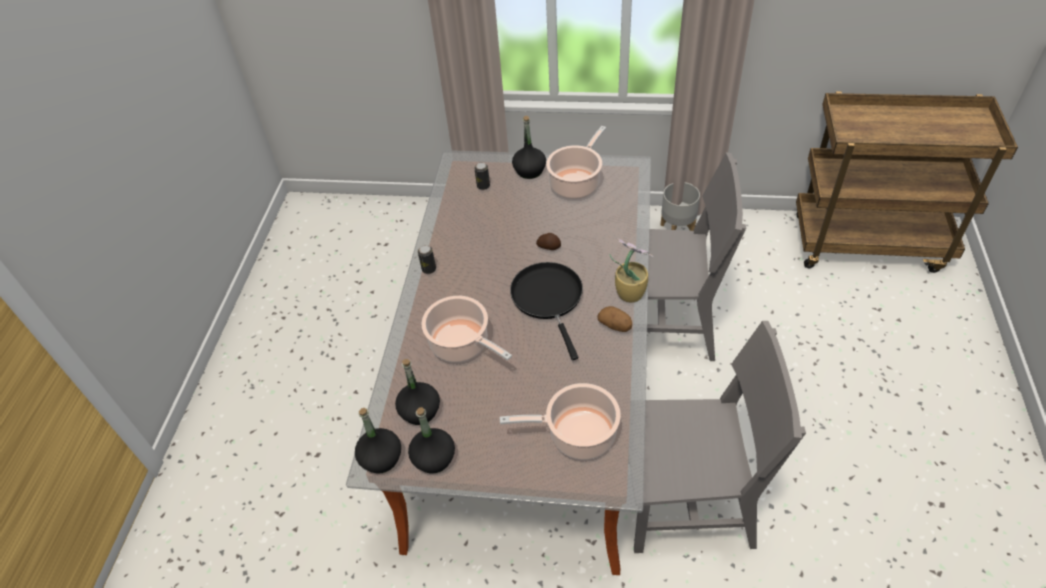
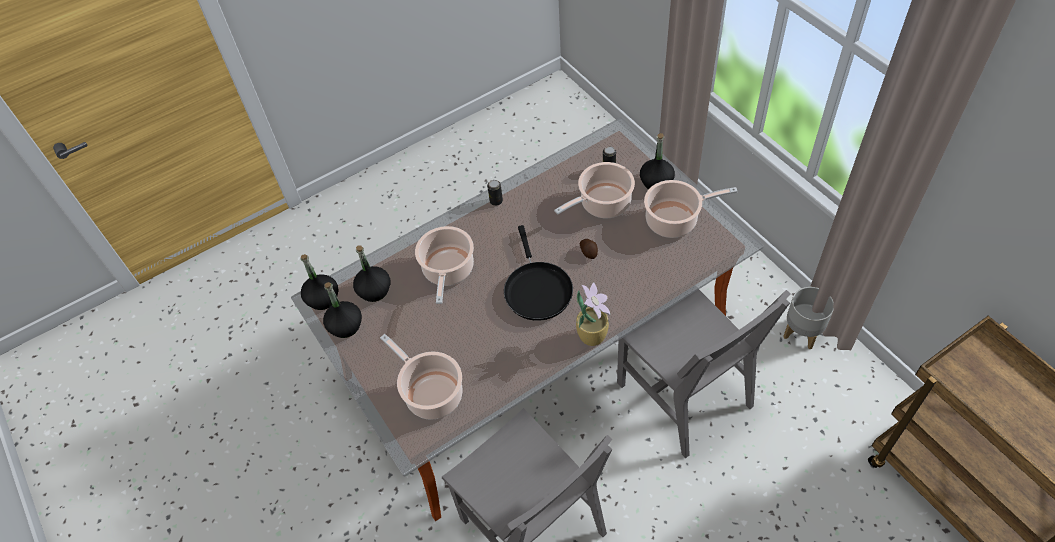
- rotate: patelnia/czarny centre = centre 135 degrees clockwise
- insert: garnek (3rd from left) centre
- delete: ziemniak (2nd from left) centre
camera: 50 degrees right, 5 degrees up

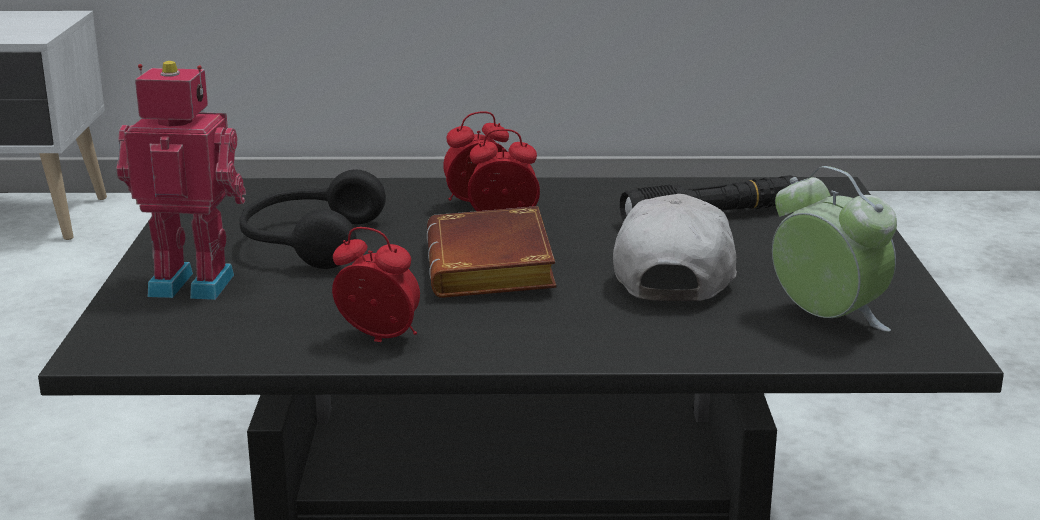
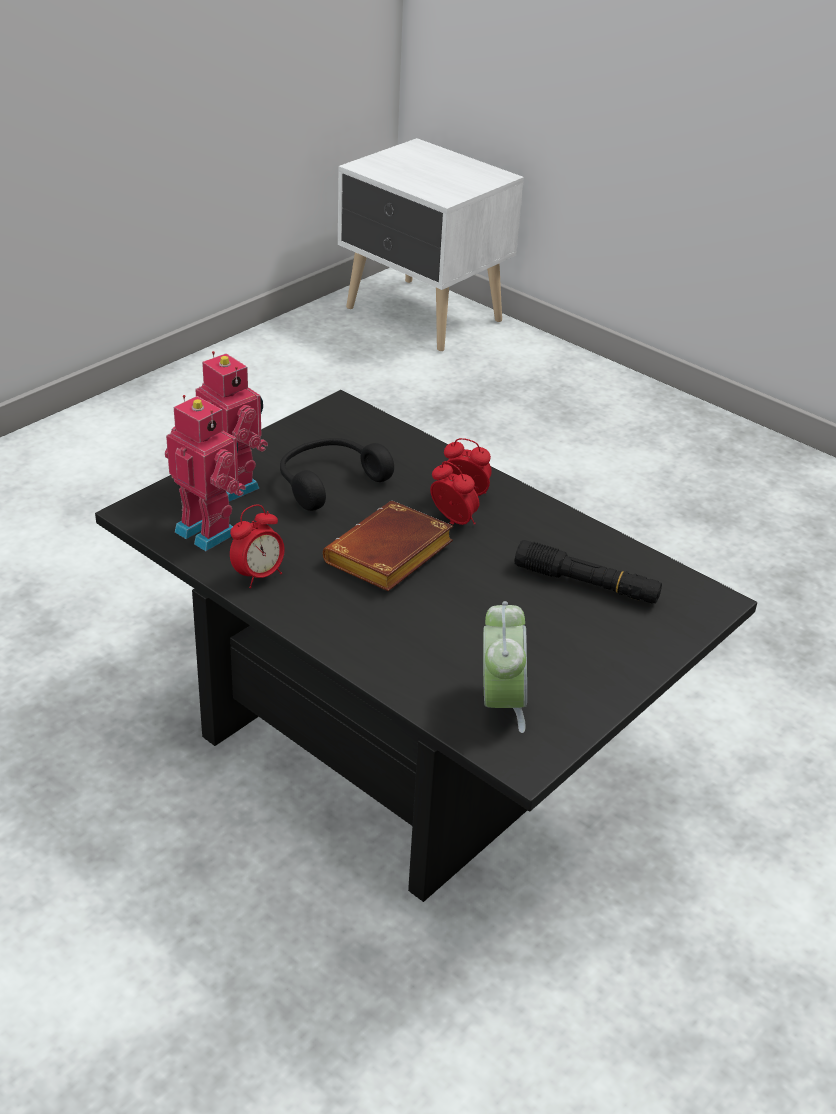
- insert: robot zabawkowy (1st from left) middle left
- rotate: budzik (1st from left) centre = middle left 75 degrees clockwise
- delete: czapka z daszkiem/biały centre
camera: 40 degrees right, 15 degrees up

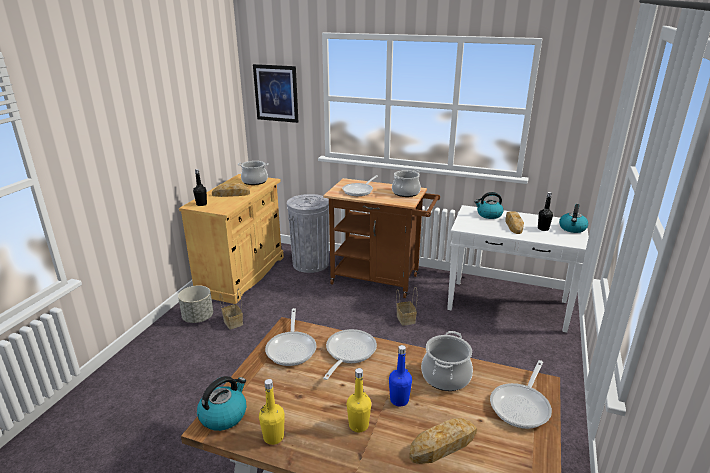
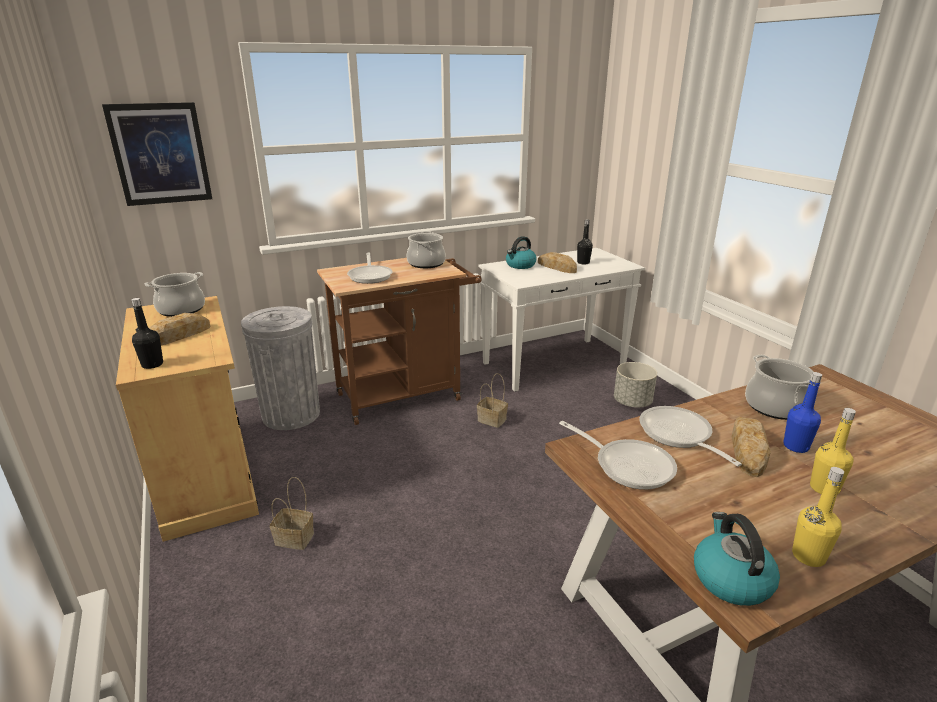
- move: donica/szary middle left to middle right
- move: chleb (2nd from left in the first image) bottom centre to chleb (3rd from left) middle right
- delete: patelnia (4th from left) bottom right
- delete: czajnik (3rd from left) middle right
camera: 45 degrees left, 0 degrees up

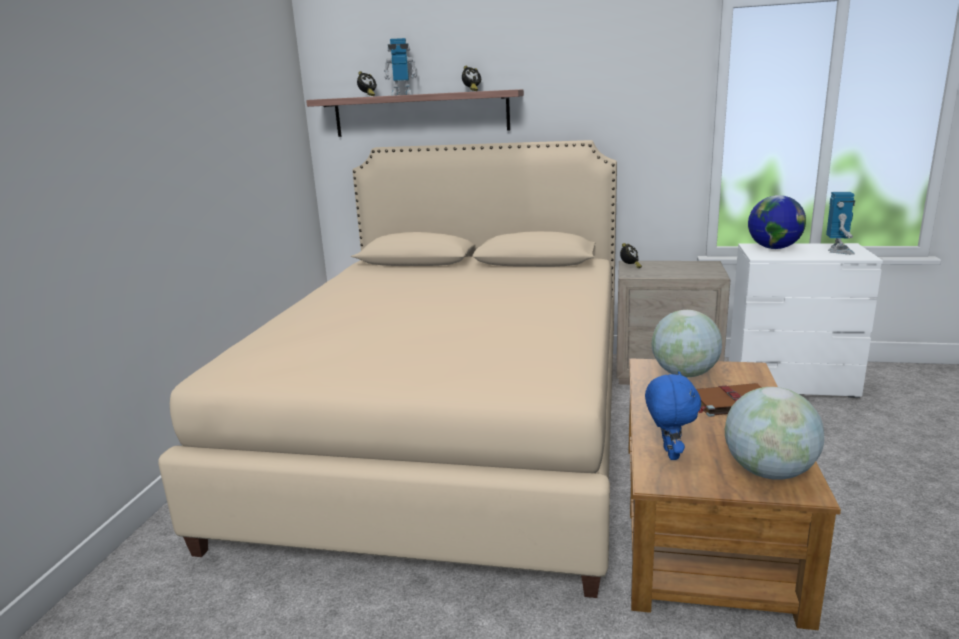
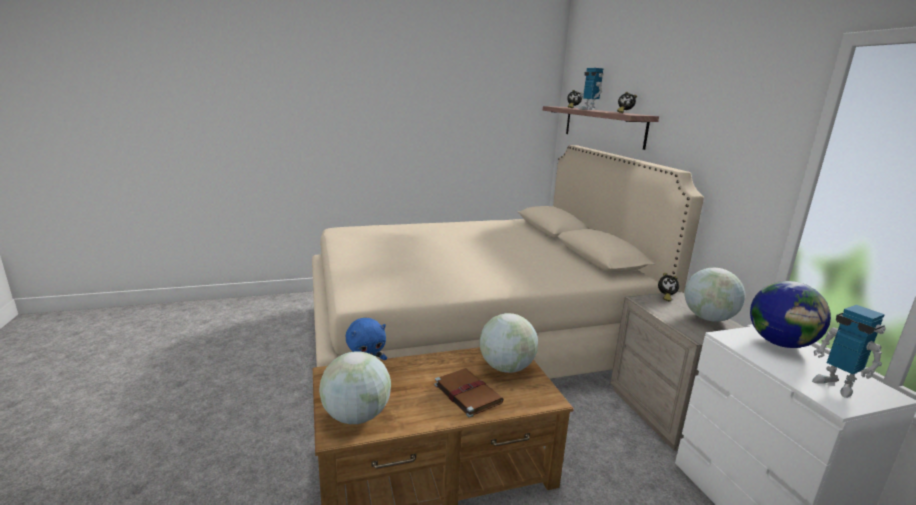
- insert: globus (3rd from left) middle right
- rotate: robot zabawkowy (2nd from left) middle right = bottom right 75 degrees clockwise
camera: 60 degrees right, 0 degrees up

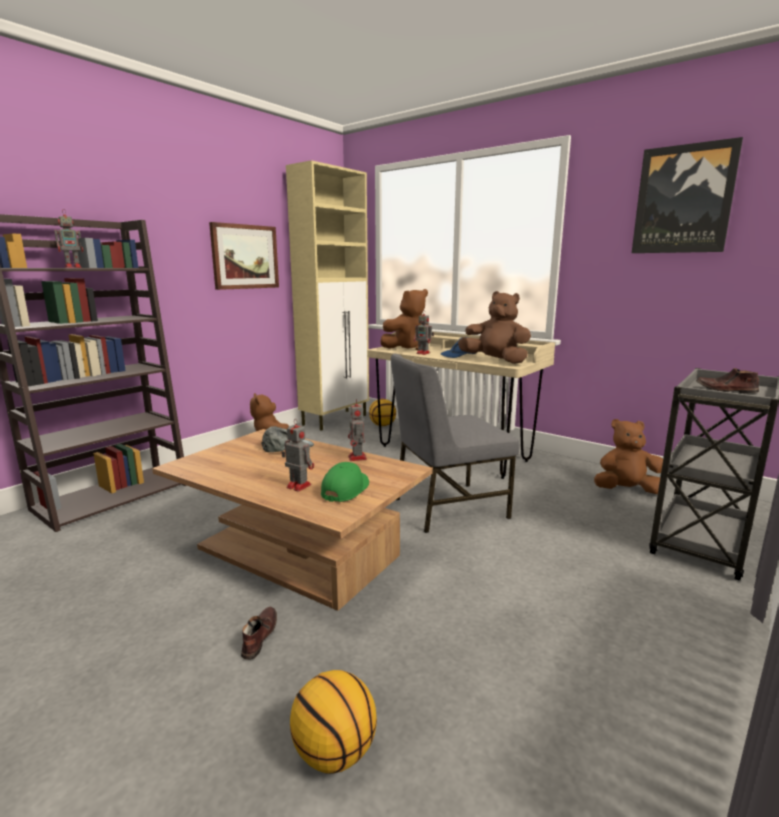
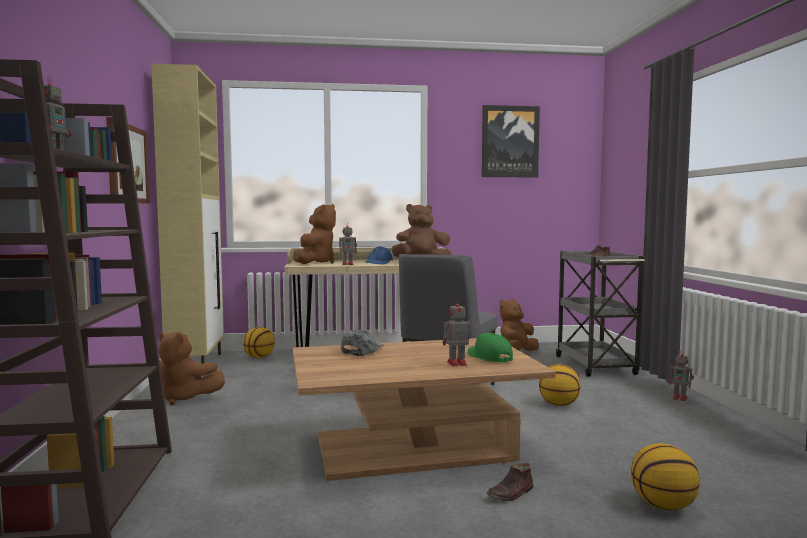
- rotate: but/brązowy (1st from left) bottom left = bottom centre 90 degrees counterclockwise
- insert: piłka do koszykówki (2nd from left) bottom right
- move: robot zabawkowy (3rd from left in the first image) centre to robot zabawkowy (4th from left) bottom right
camera: 45 degrees left, 10 degrees down

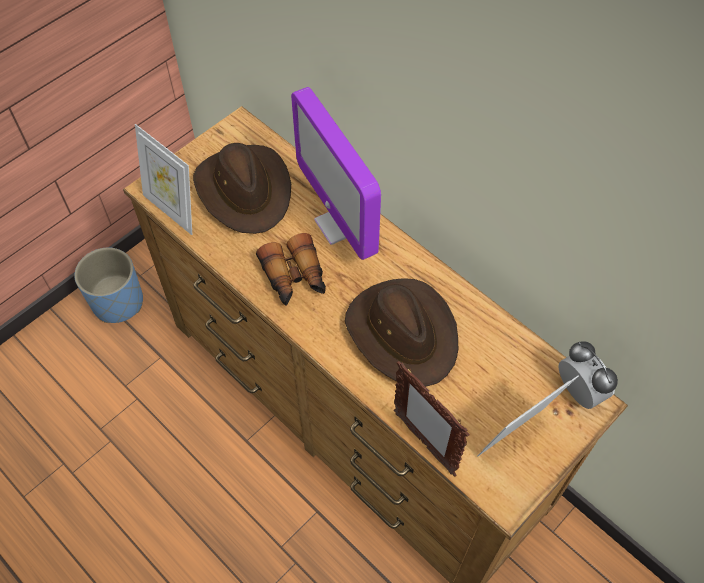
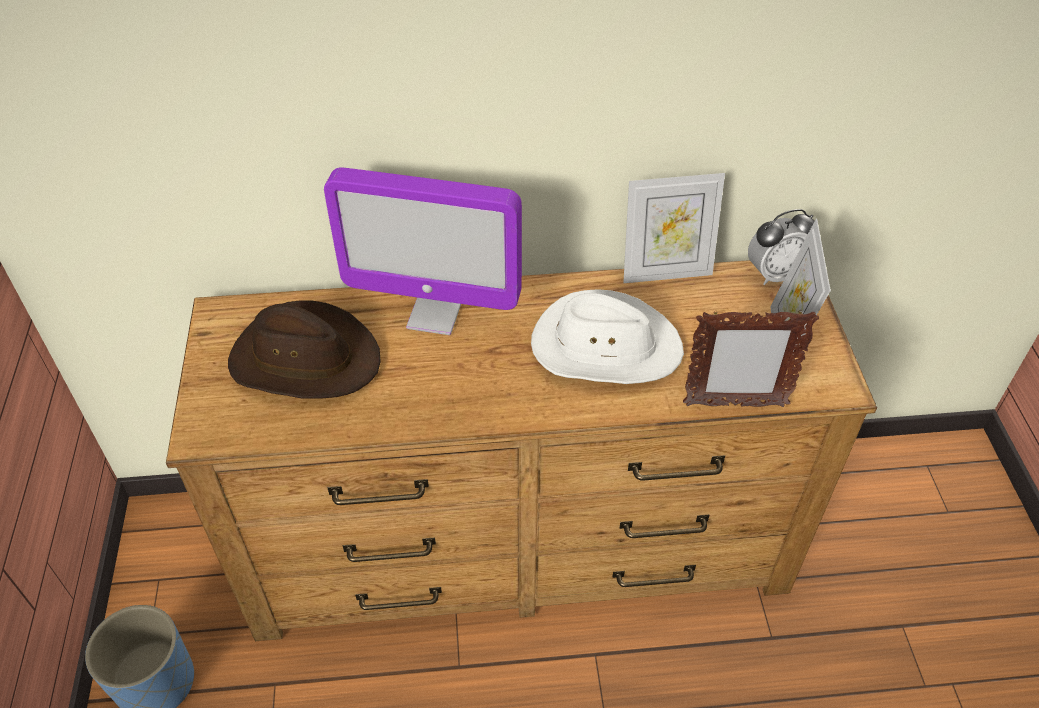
- recolor: kapelusz/brązowy (2nd from left) centre to kapelusz/biały centre
- move: ramka na zdjęcie (1st from left) top left to top centre
- rotate: budzik middle right = middle right 150 degrees clockwise
- delete: lornetka centre
camera: 50 degrees left, 10 degrees down

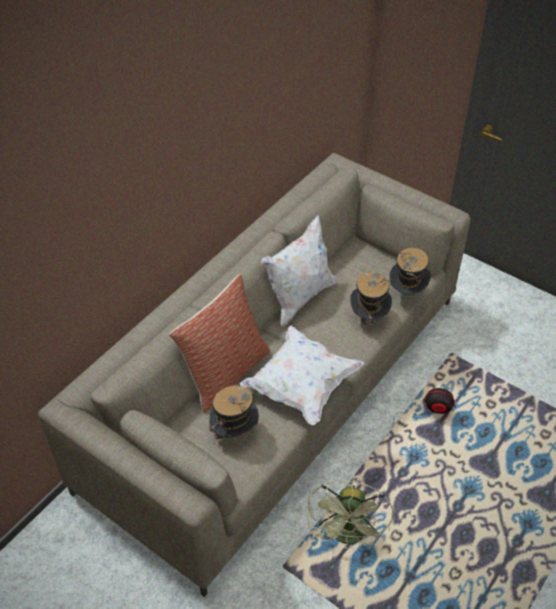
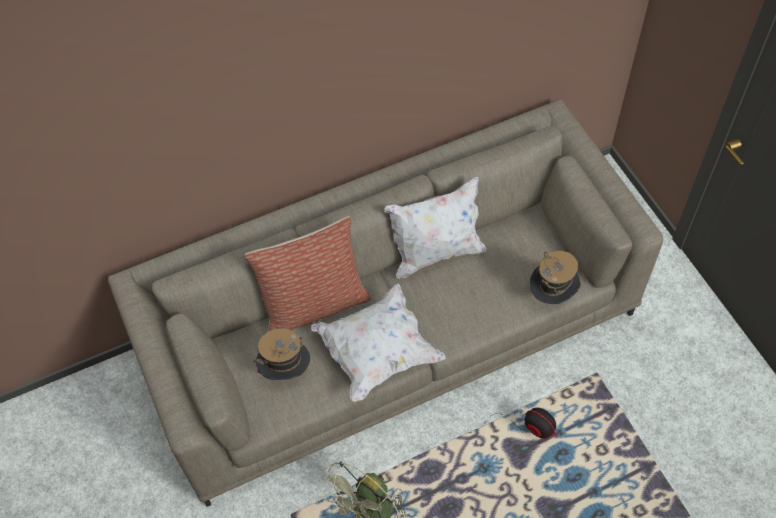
- delete: kapelusz (2nd from left) middle right
camera: 30 degrees right, 10 degrees up

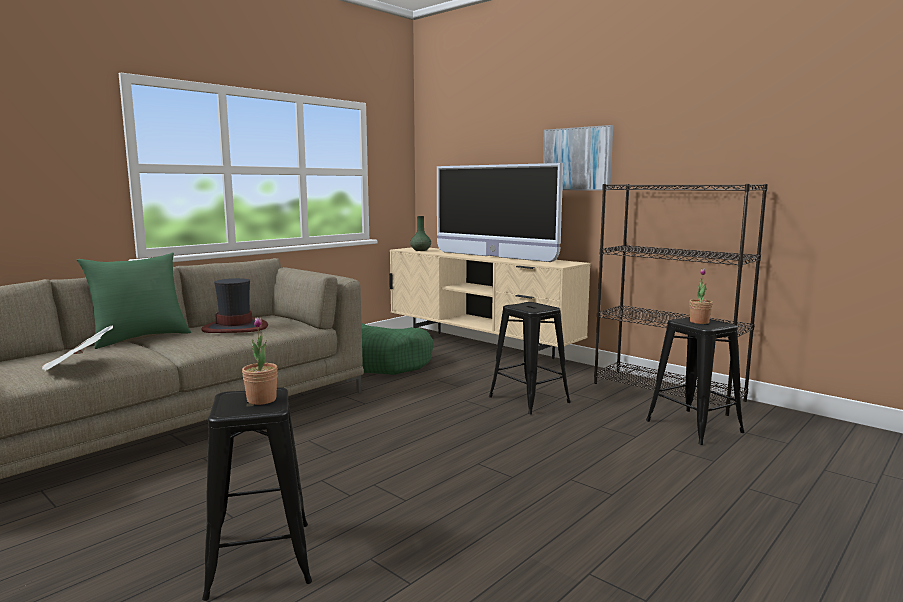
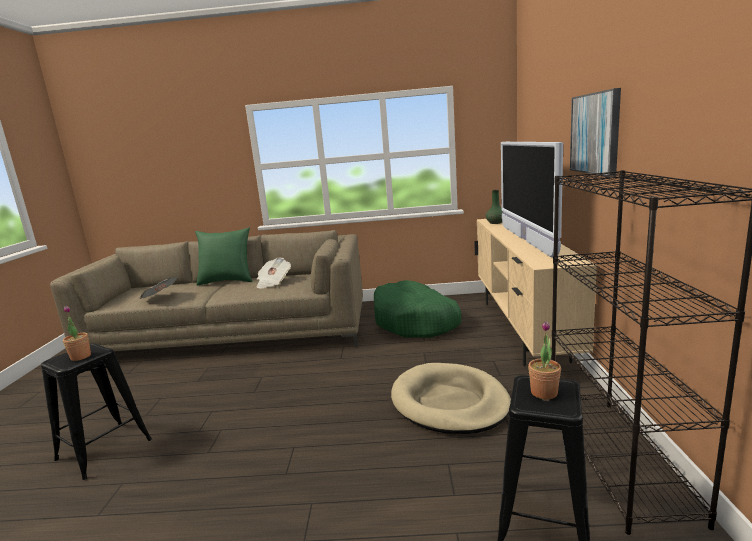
- replace: kapelusz middle left to gazeta (2nd from left) centre
- replace: stołek/czarny (2nd from left) centre to legowisko/beżowy bottom centre
camera: 50 degrees right, 5 degrees up

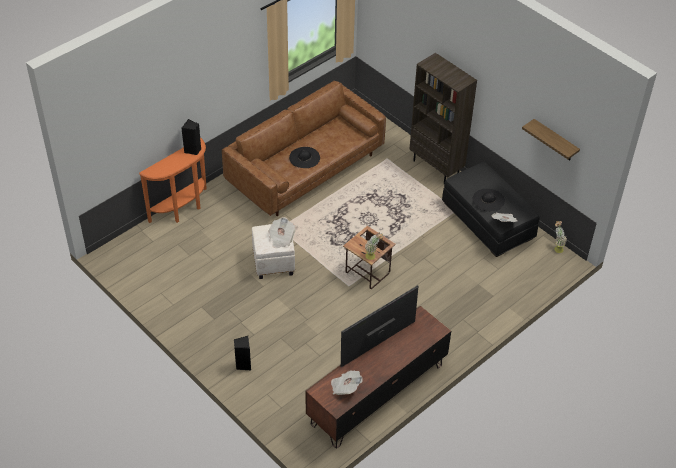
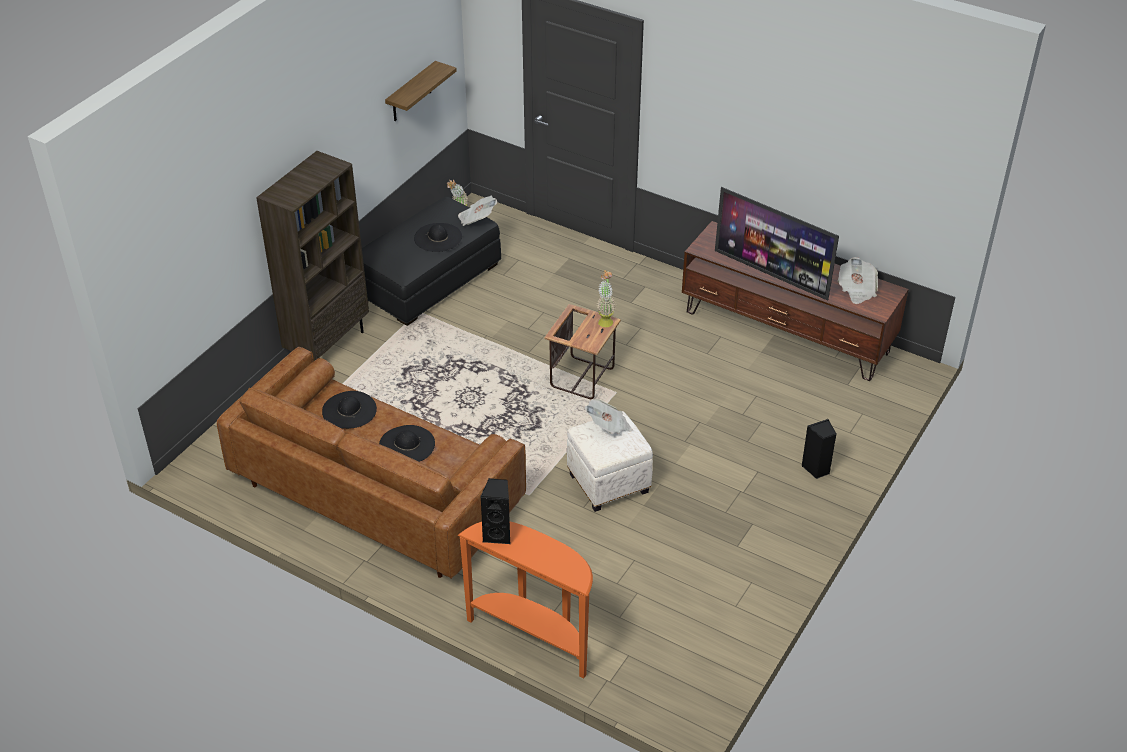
- insert: kapelusz/czarny (1st from left) middle left
camera: 105 degrees left, 5 degrees down

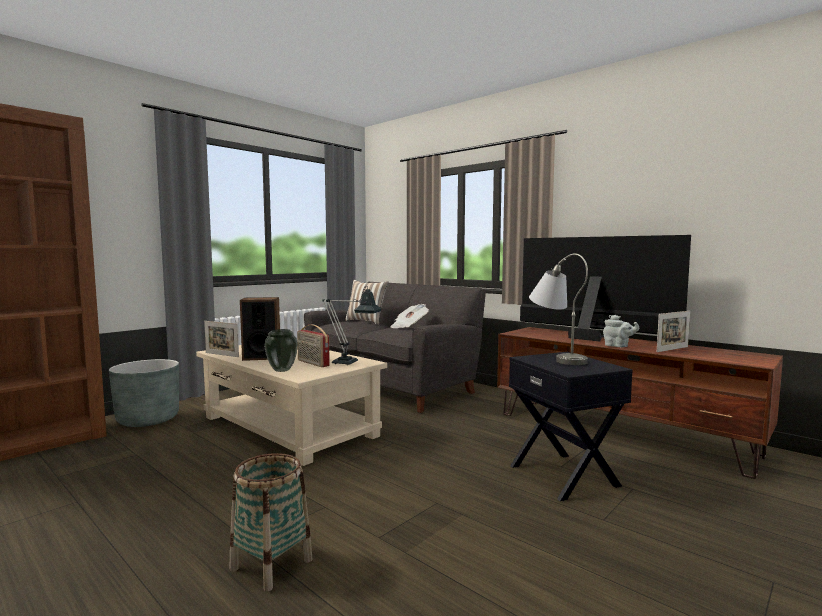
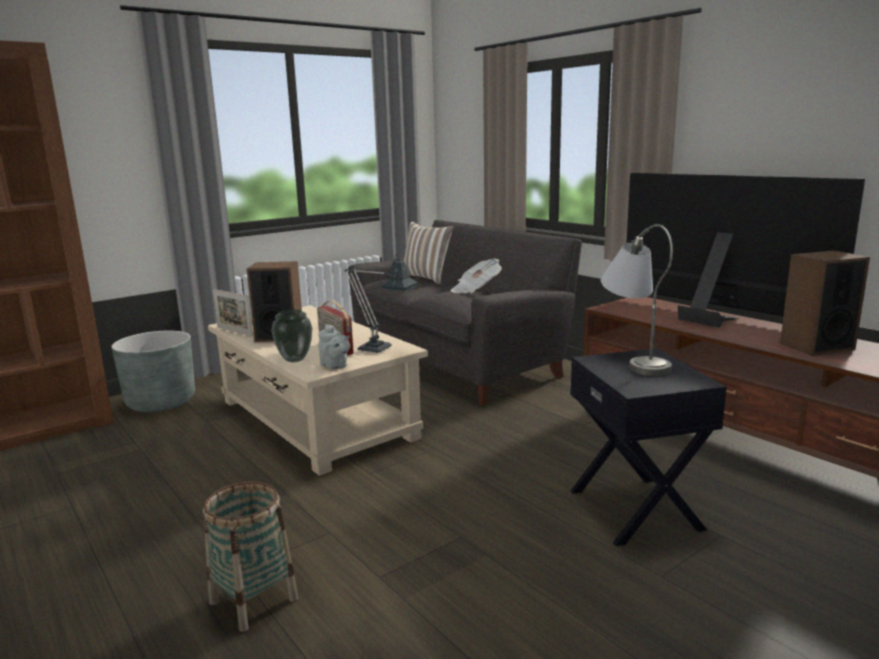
- move: imbryk/szary middle right to centre
- replace: ramka na zdjęcie (2nd from left) middle right to głośnik (2nd from left) middle right
camera: 10 degrees right, 10 degrees up

